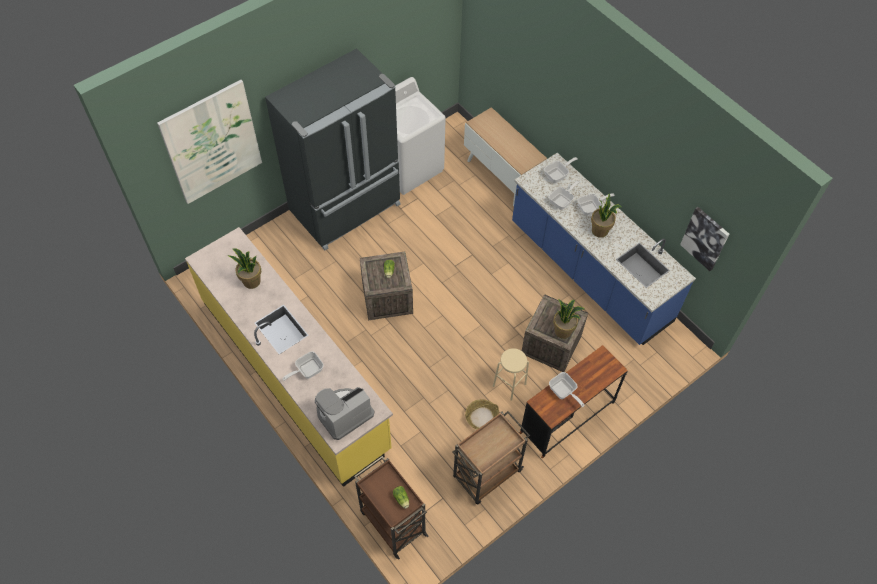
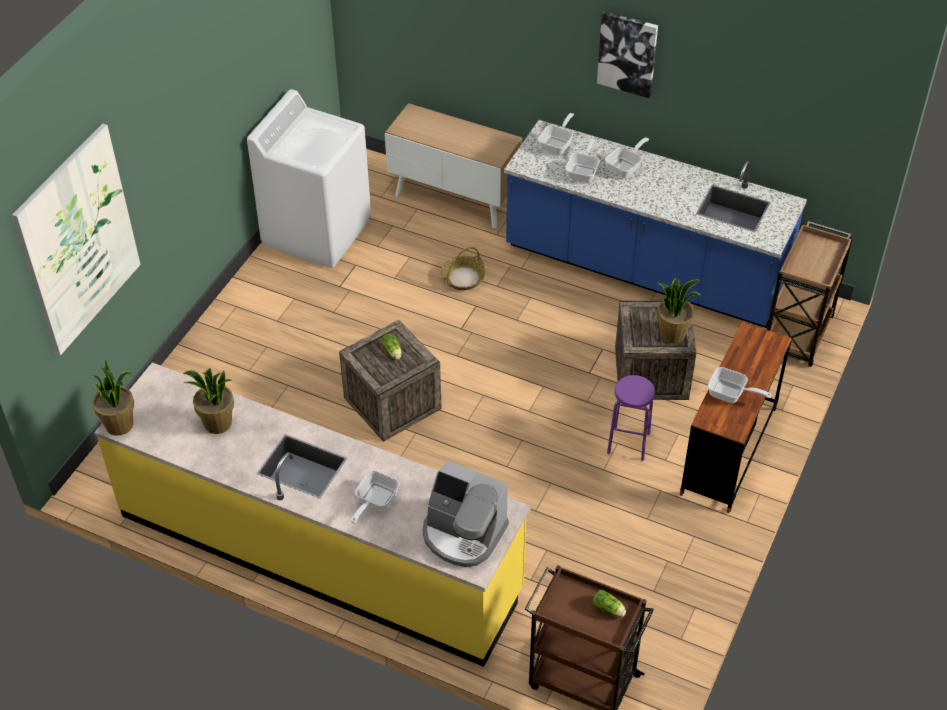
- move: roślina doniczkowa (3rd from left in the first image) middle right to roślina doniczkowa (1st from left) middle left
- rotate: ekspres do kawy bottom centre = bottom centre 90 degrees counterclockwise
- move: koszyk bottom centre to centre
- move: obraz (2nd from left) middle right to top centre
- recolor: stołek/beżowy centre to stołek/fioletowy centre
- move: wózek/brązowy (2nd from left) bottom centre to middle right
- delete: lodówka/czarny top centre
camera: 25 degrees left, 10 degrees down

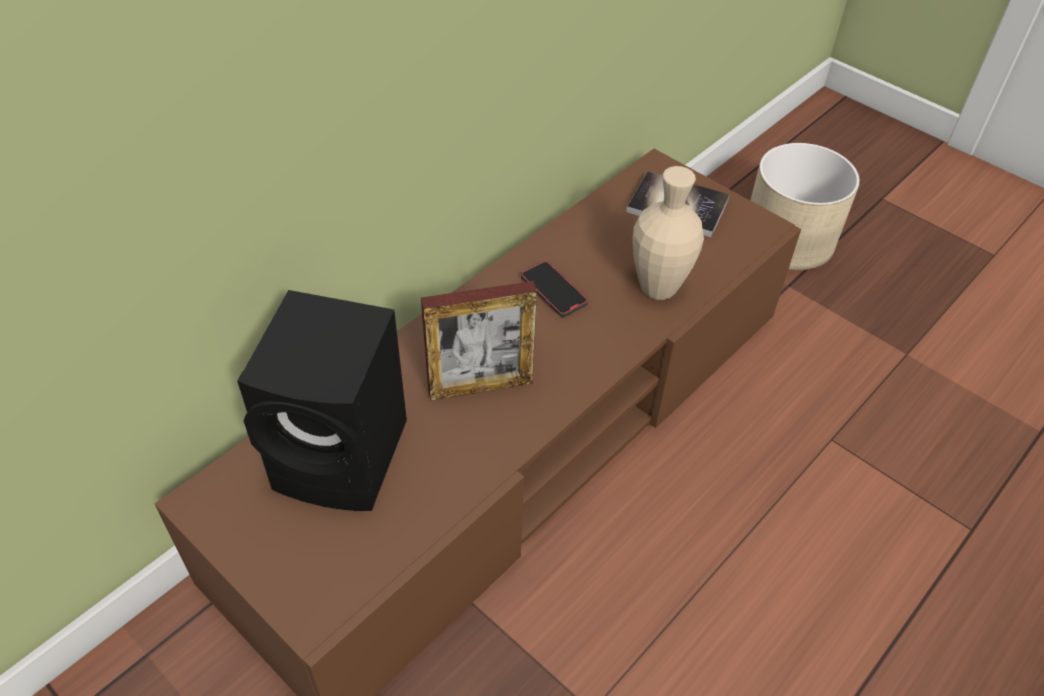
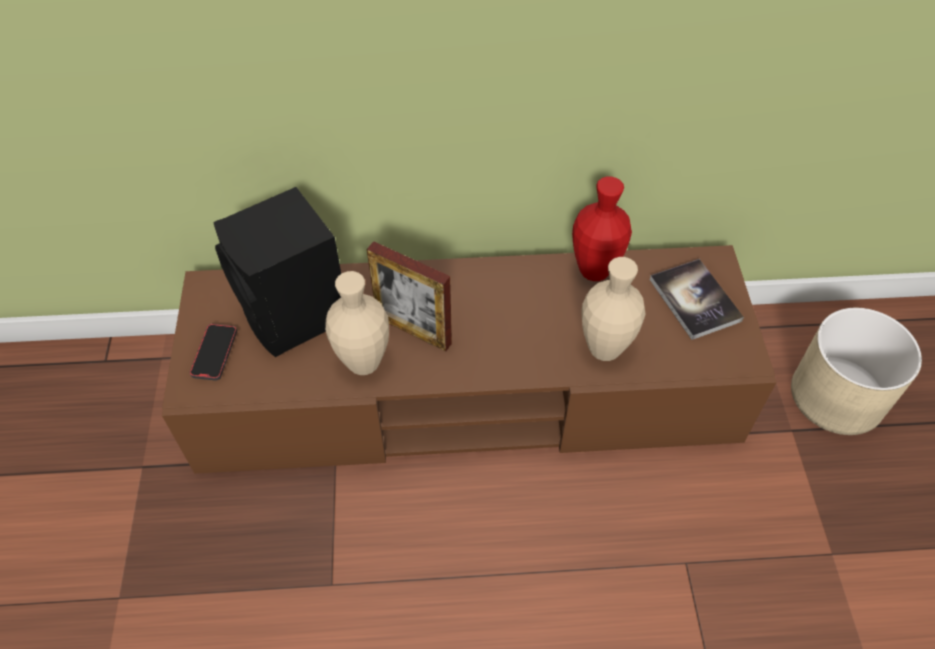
- move: telefon centre to middle left
- insert: wazon/beżowy (1st from left) centre
- insert: wazon/czerwony centre
camera: 45 degrees right, 5 degrees up

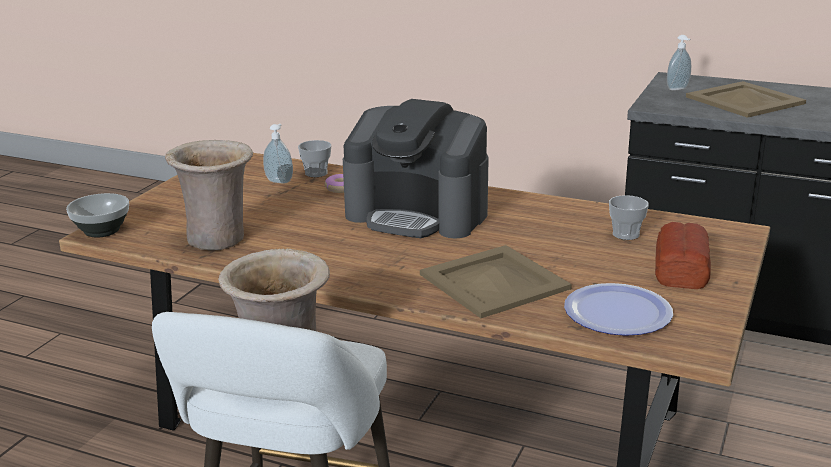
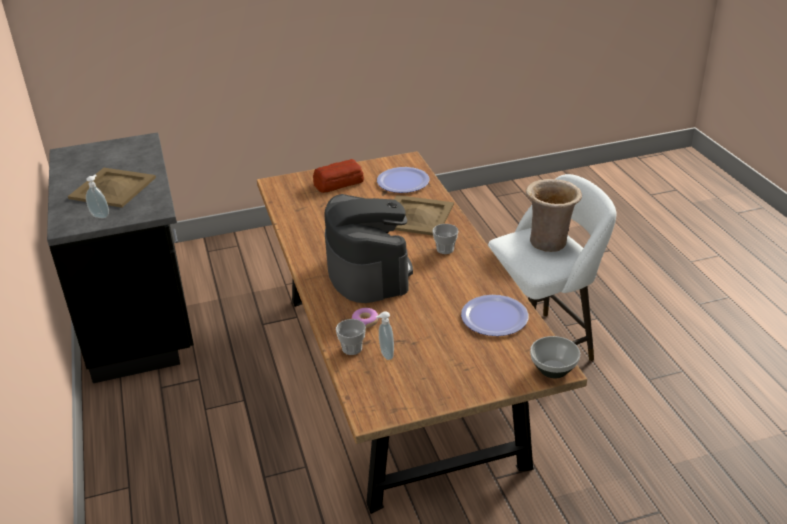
- move: filiżanka (2nd from left) middle right to centre
- replace: wazon/beżowy (1st from left) middle left to talerz (2nd from left) centre
camera: 130 degrees left, 10 degrees up

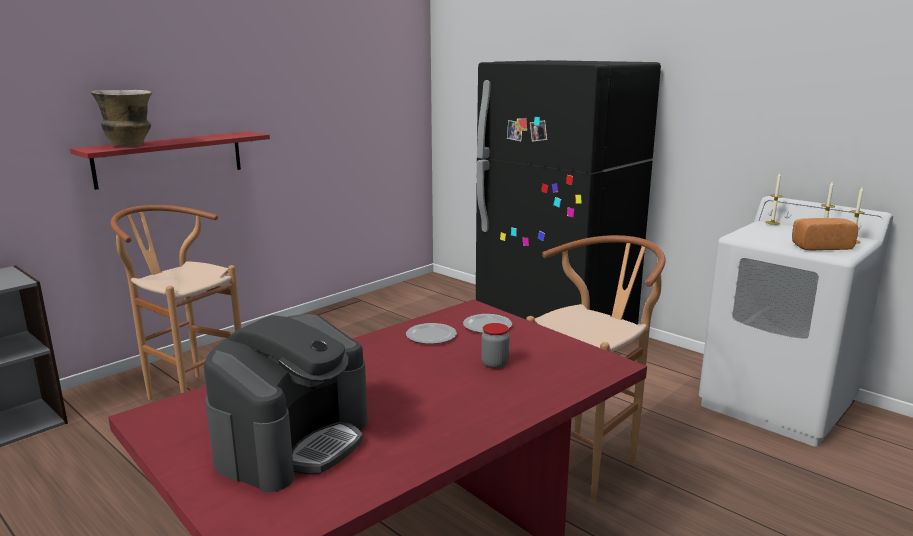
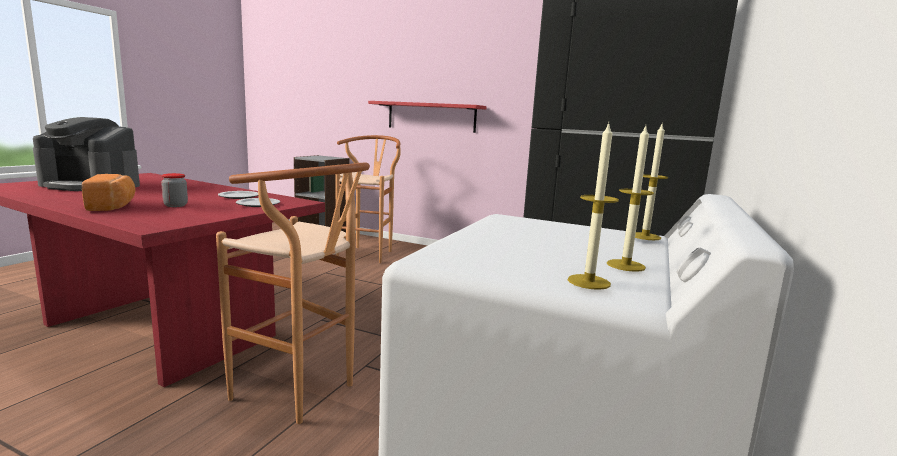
- move: chleb middle right to middle left
- delete: wazon top left
camera: 70 degrees right, 5 degrees down

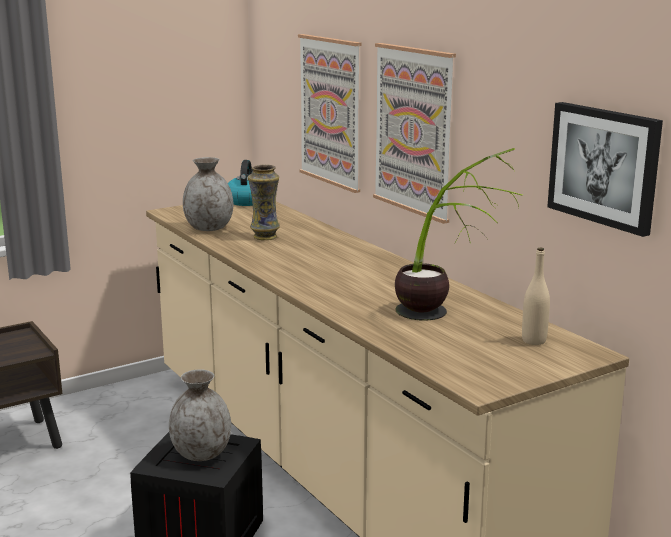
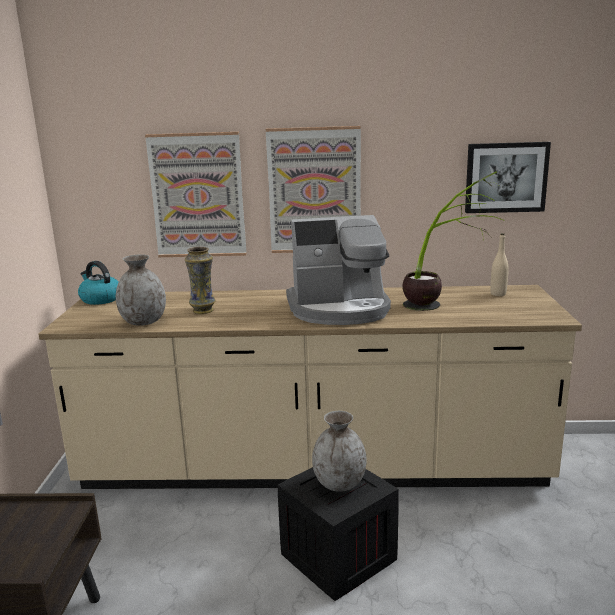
- insert: ekspres do kawy centre
camera: 55 degrees left, 0 degrees up

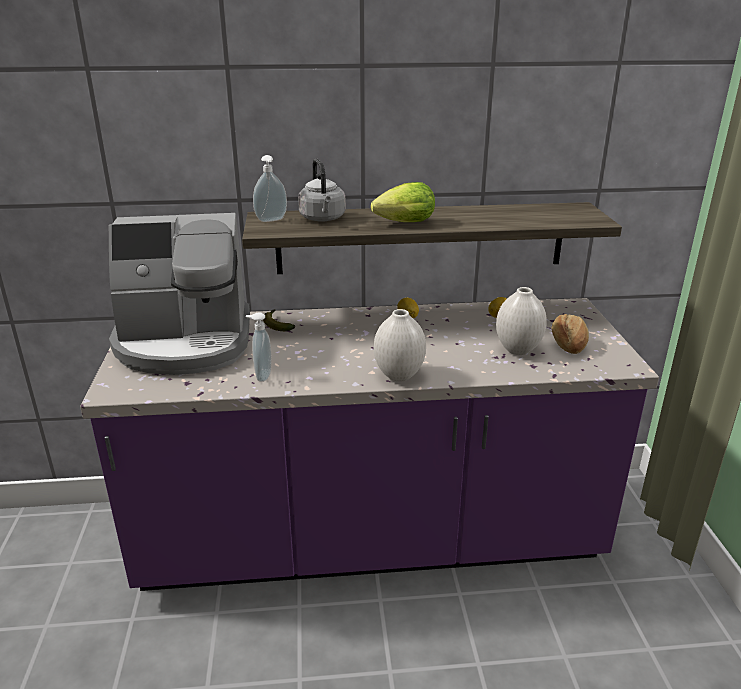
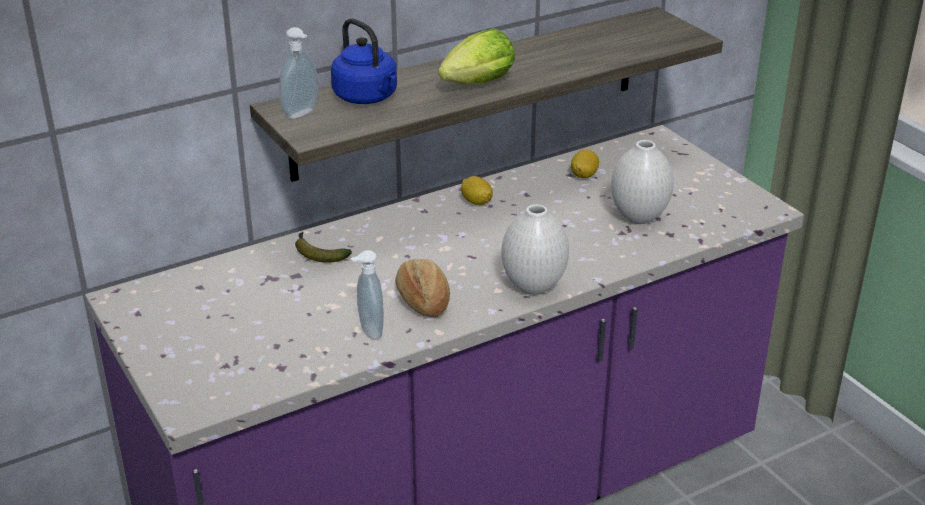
- recolor: czajnik/szary top centre to czajnik/niebieski top centre
- move: chleb middle right to centre
- delete: ekspres do kawy middle left
camera: 25 degrees left, 5 degrees up

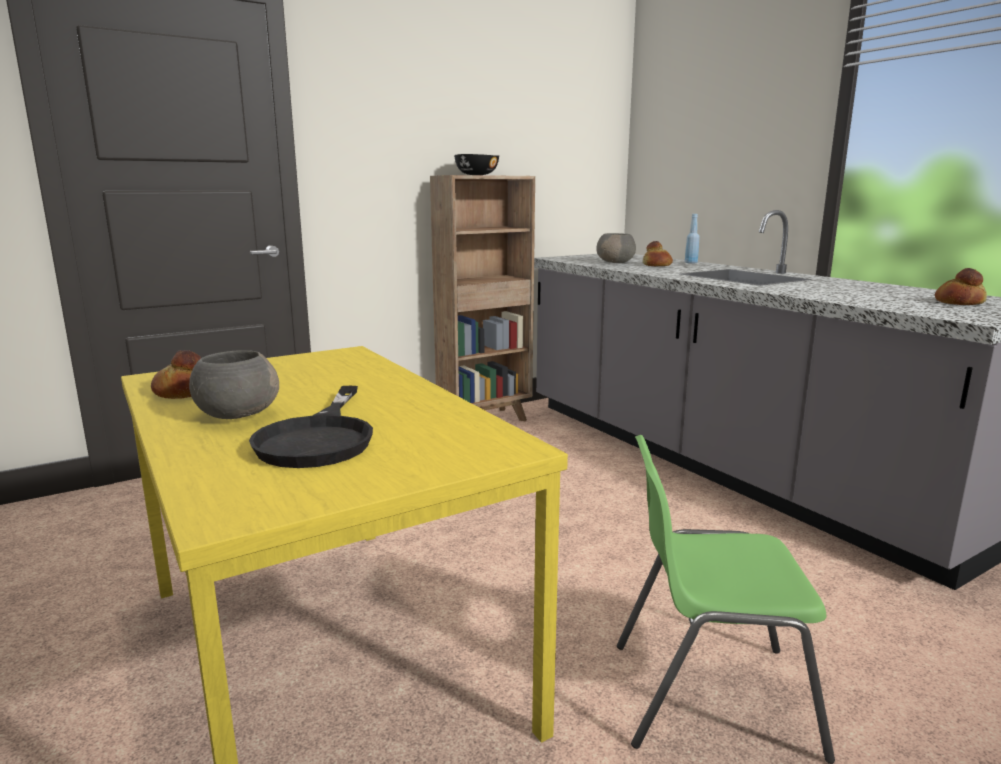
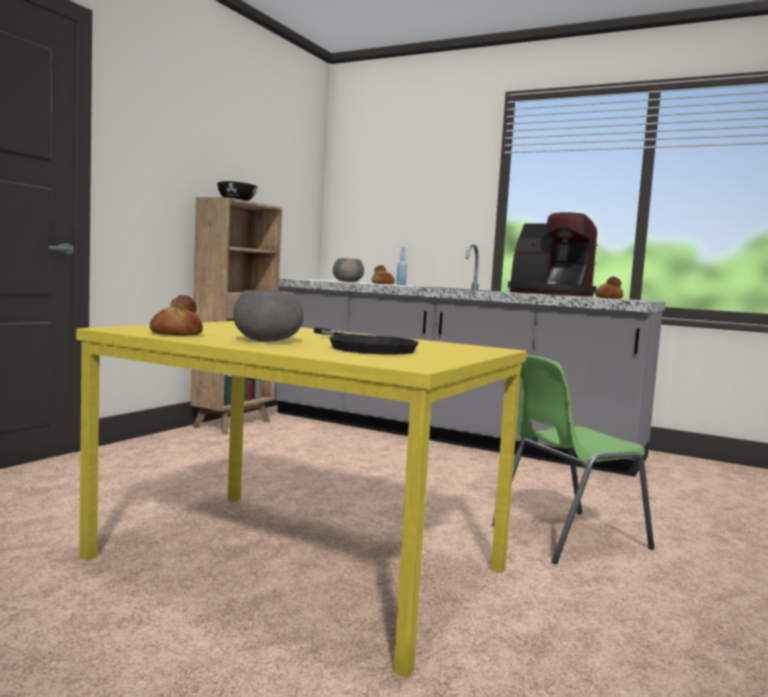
- insert: ekspres do kawy middle right
camera: 30 degrees left, 10 degrees down

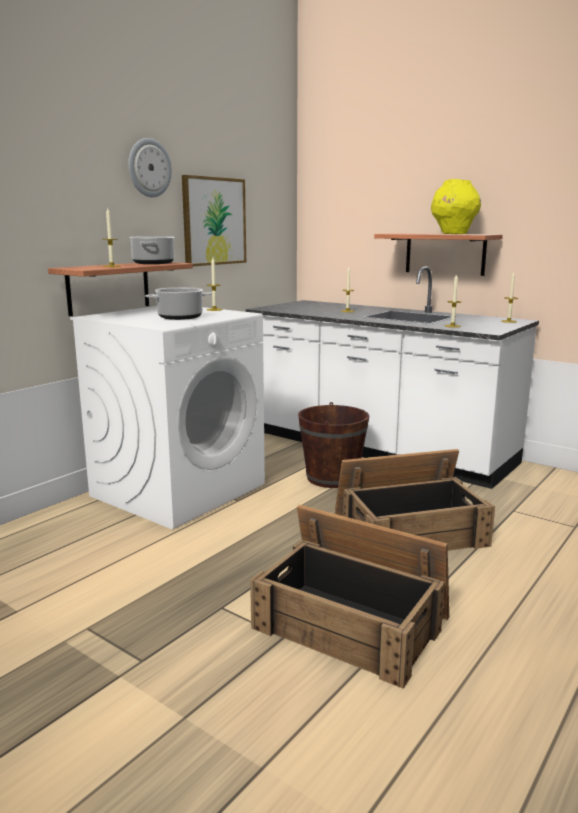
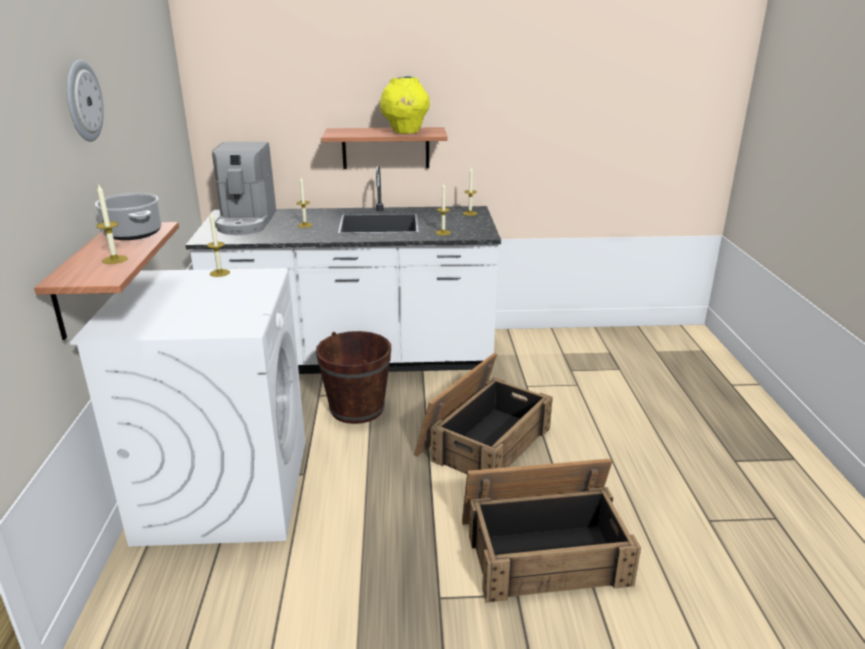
- insert: ekspres do kawy top left
- delete: garnek (2nd from left) middle left
- delete: obraz top centre
camera: 40 degrees left, 10 degrees up

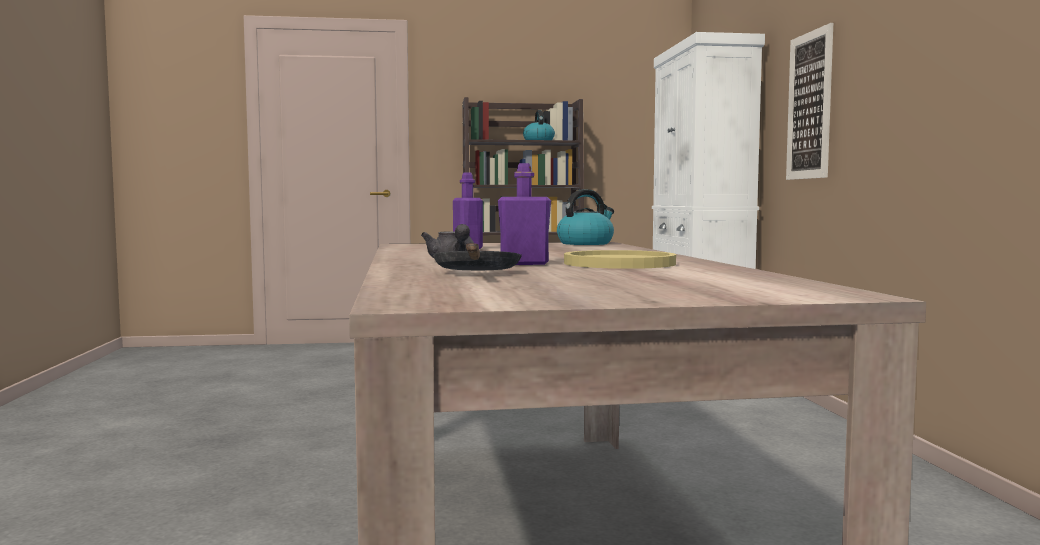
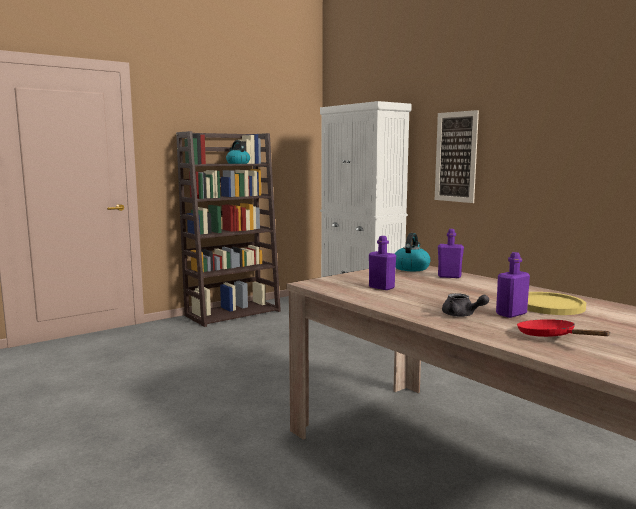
- insert: butelka/fioletowy (2nd from left) middle right
- recolor: patelnia/czarny centre to patelnia/czerwony middle right
camera: 30 degrees left, 5 degrees up

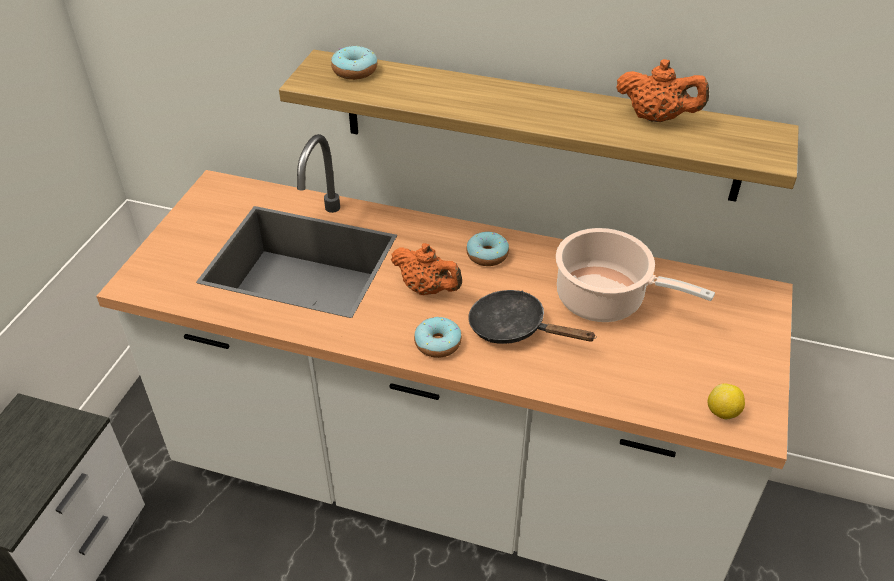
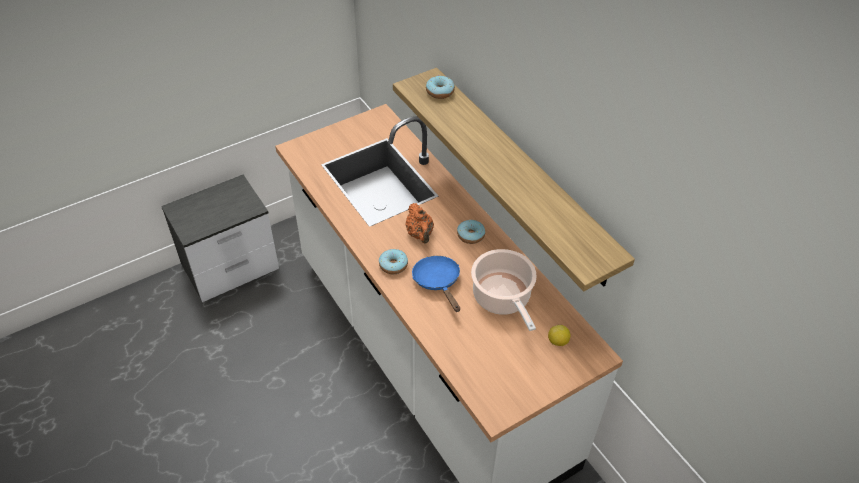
- recolor: patelnia/czarny centre to patelnia/niebieski centre
- move: cytryna bottom right to bottom centre
- delete: imbryk/pomarańczowy (2nd from left) top right
camera: 40 degrees right, 5 degrees up

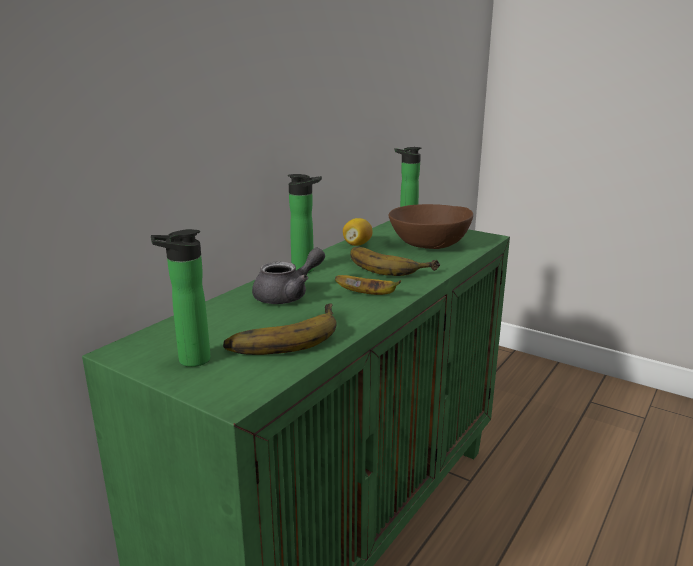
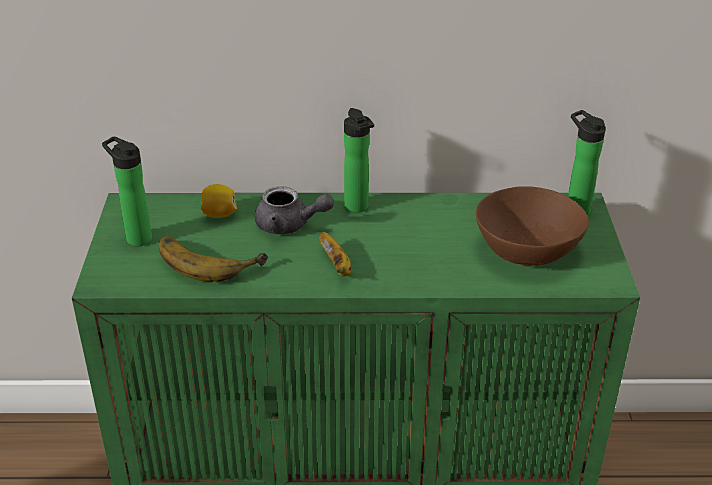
- move: cytryna centre to middle left
- delete: banan (3rd from left) centre
camera: 55 degrees right, 15 degrees up

